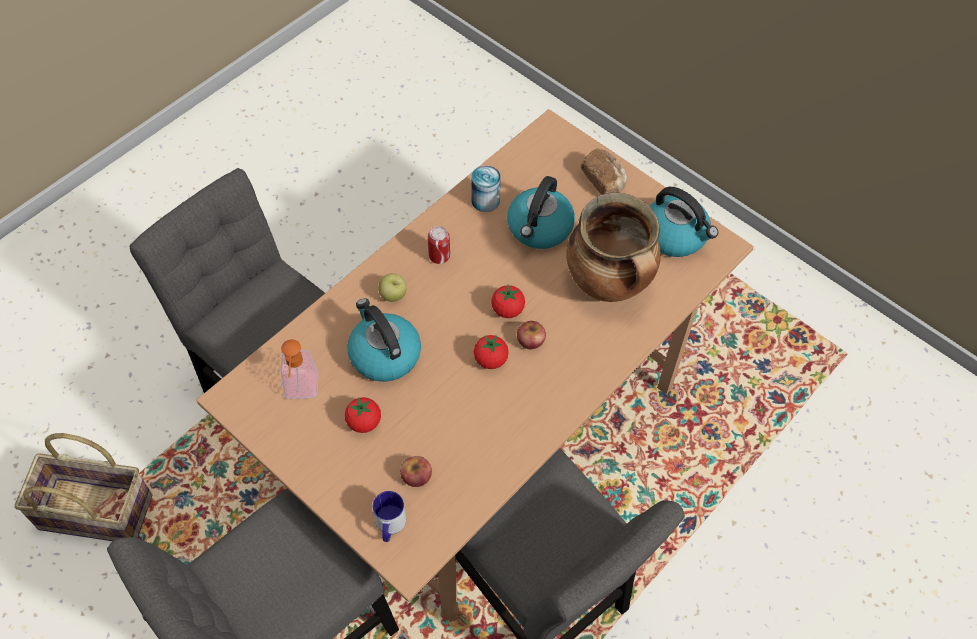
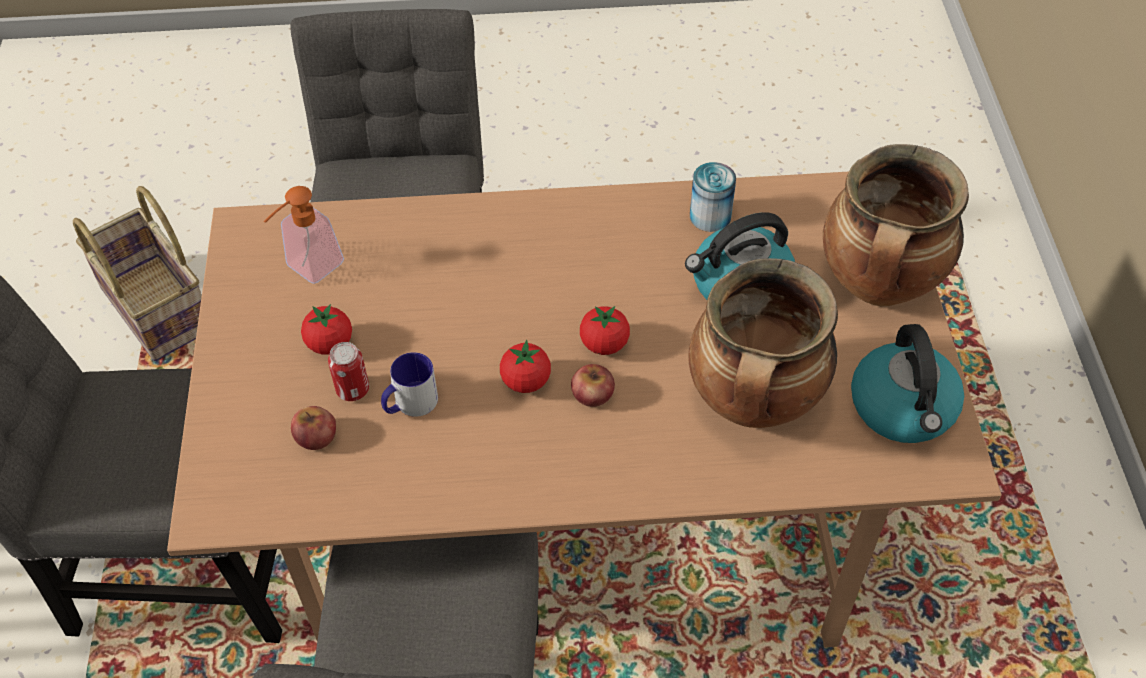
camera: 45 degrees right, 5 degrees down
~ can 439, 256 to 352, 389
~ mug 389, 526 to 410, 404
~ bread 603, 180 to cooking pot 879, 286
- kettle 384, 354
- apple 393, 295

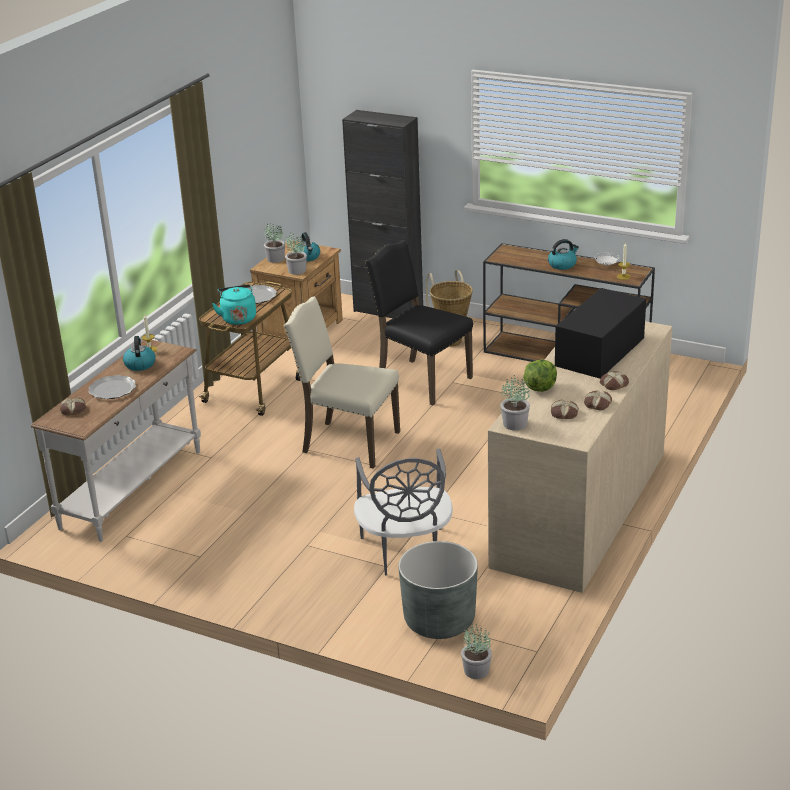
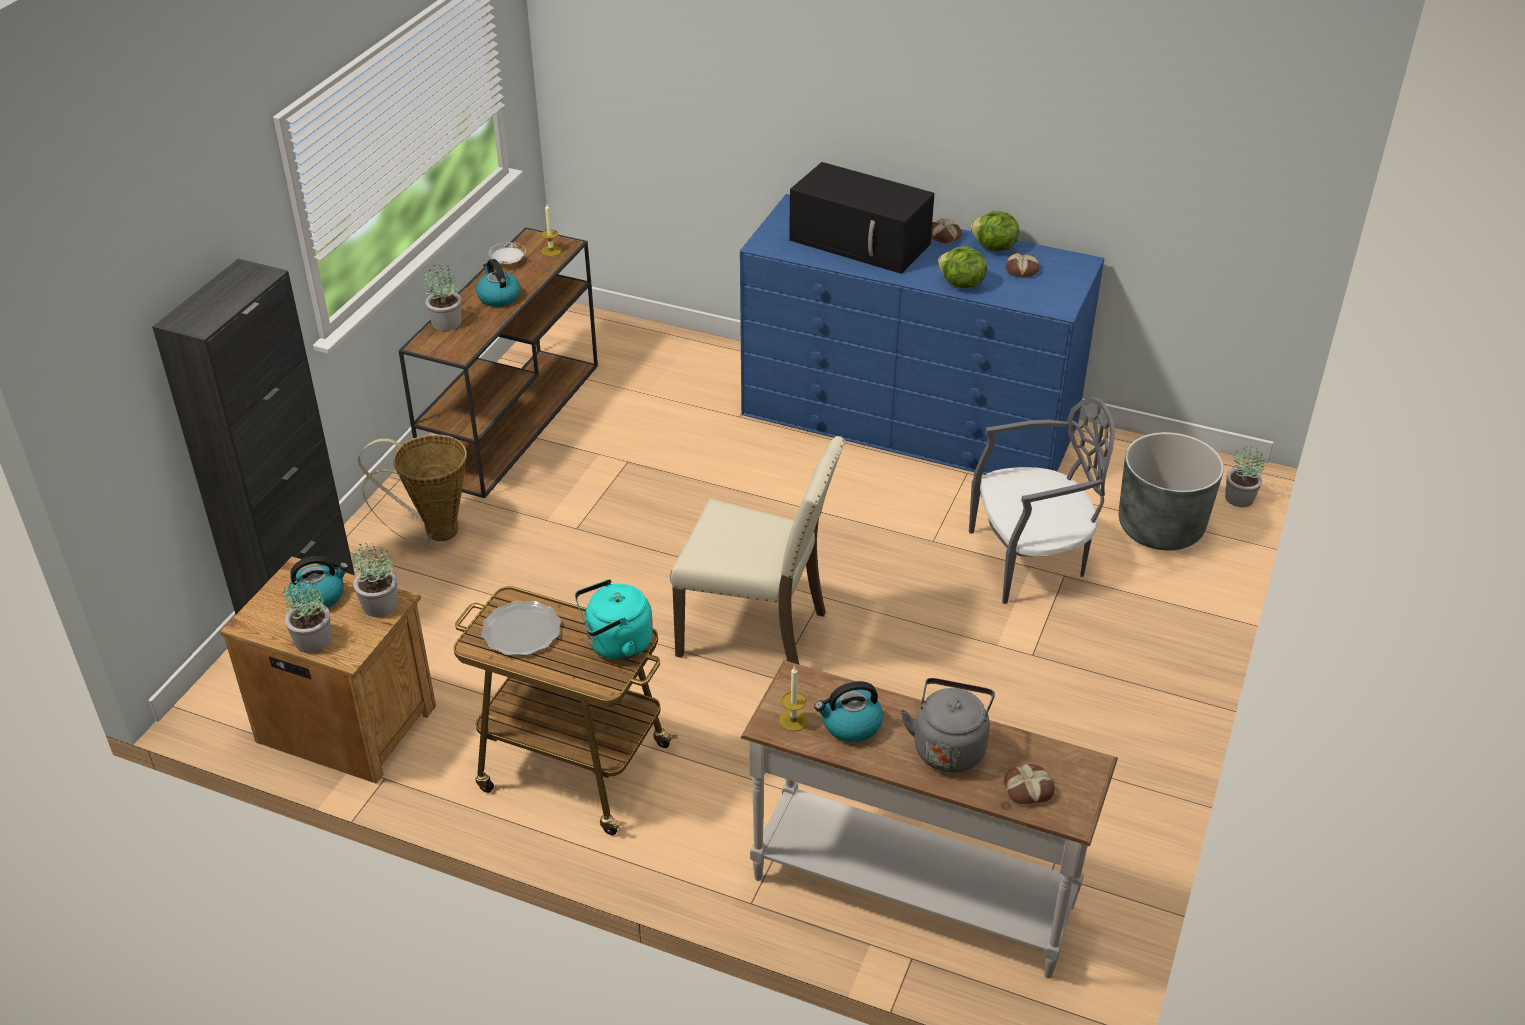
camera: 95 degrees left, 10 degrees up
~ potted plant 515, 424 to 446, 322
~ beige chair 348, 443 = 756, 632 90 degrees counterclockwise
~ beige dresser 580, 508 to blue dresser 909, 419
~ plate 112, 390 to grey kettle 949, 747
~ bread 597, 404 to lettuce 993, 248
- black chair 421, 380

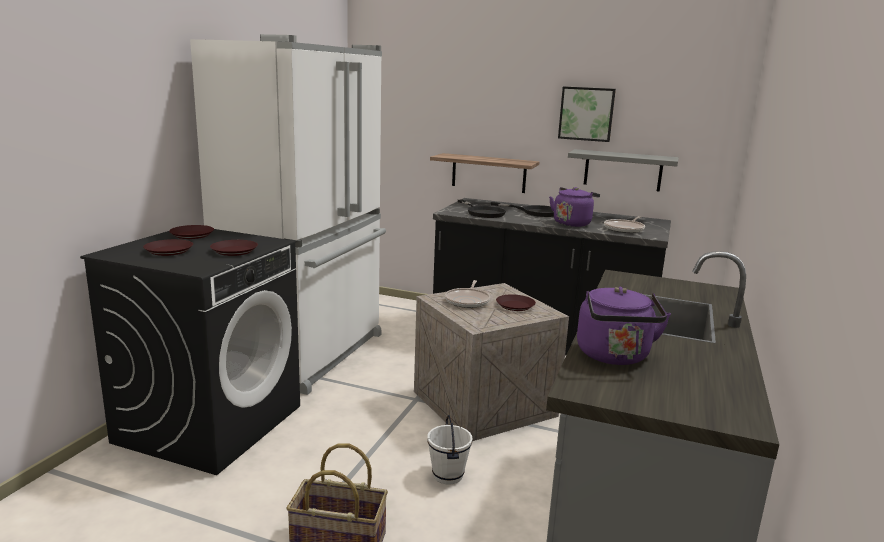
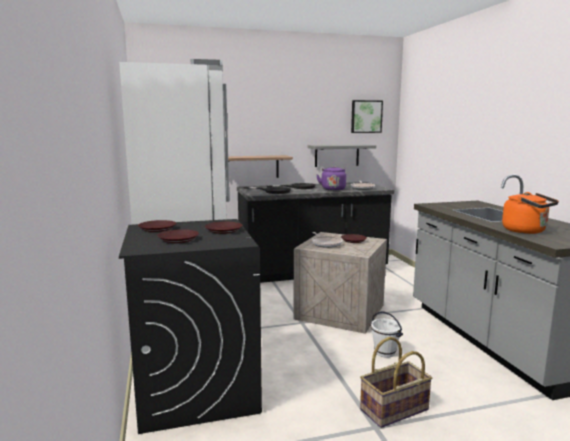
camera: 35 degrees left, 5 degrees down
~ picture 586, 114 to 366, 116
~ purple kettle 614, 357 to orange kettle 526, 231

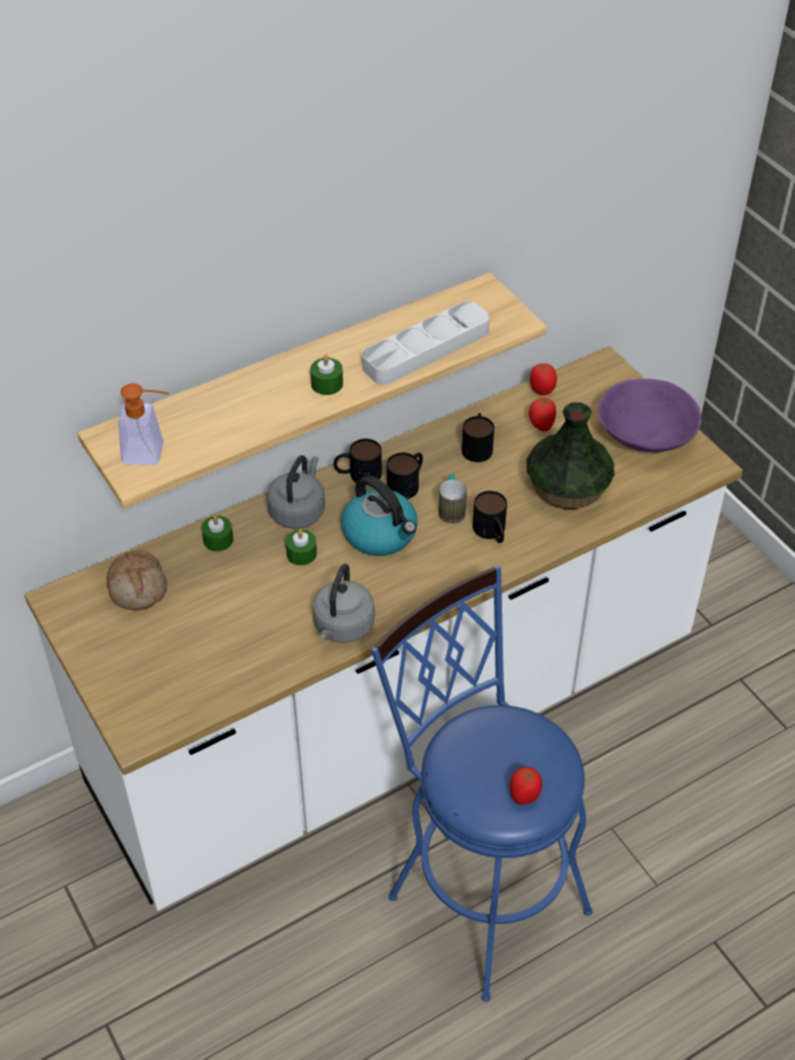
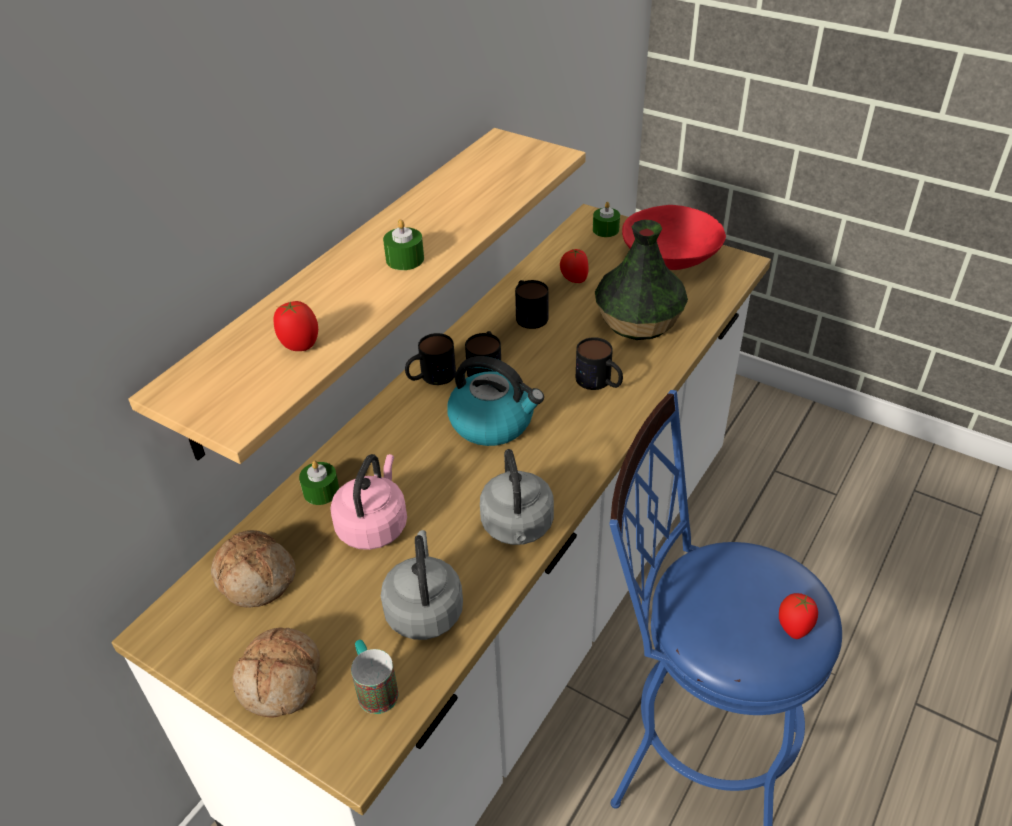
camera: 25 degrees left, 5 degrees down
+ bread 282, 680
~ tomato 541, 390 to 299, 345
+ pink kettle 374, 525
~ mug 451, 509 to 374, 688
~ grey kettle 298, 510 to 424, 609
~ green candle 301, 554 to 605, 230
~ purple bowl 645, 435 to red bowl 669, 259
- soap dispenser 151, 453
- grey tray 426, 349

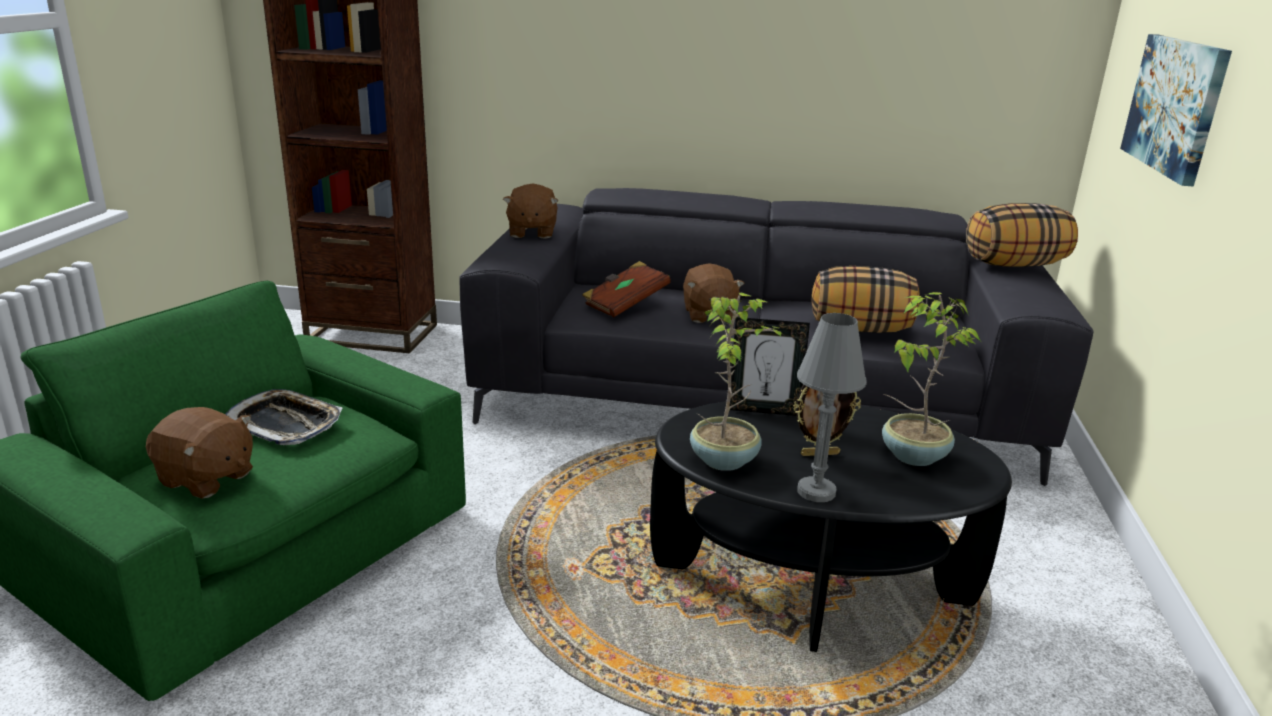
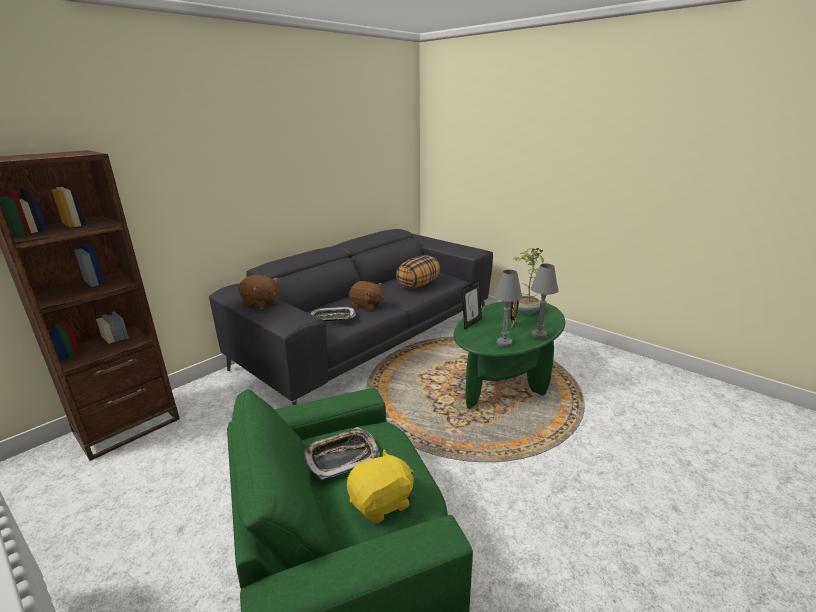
camera: 55 degrees left, 0 degrees up
~ brown book 625, 304 to tray 332, 318
~ brown plush toy 206, 479 to yellow plush toy 382, 502
~ black coffee table 811, 585 to green coffee table 506, 380
~ potted plant 725, 460 to grey table lamp 504, 343
- pillow 1014, 265
- picture 1175, 105

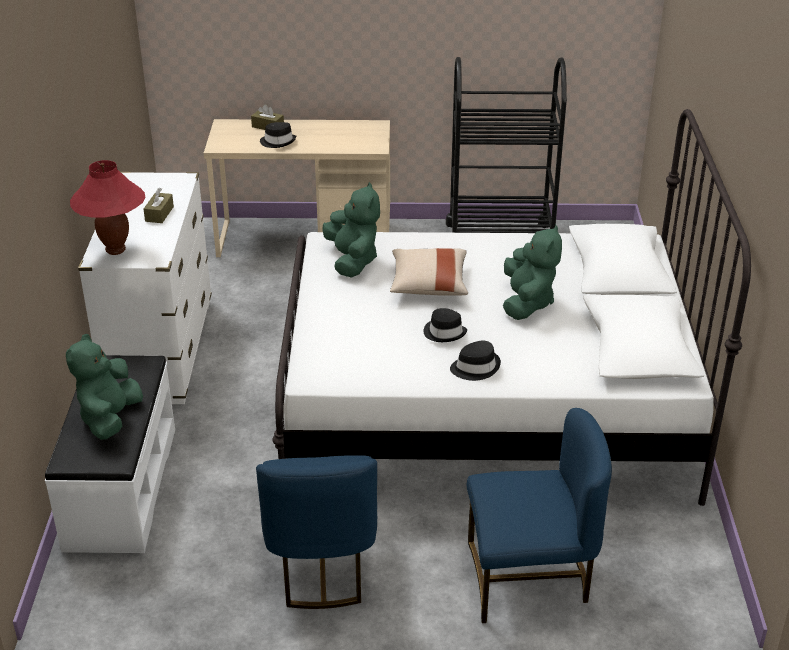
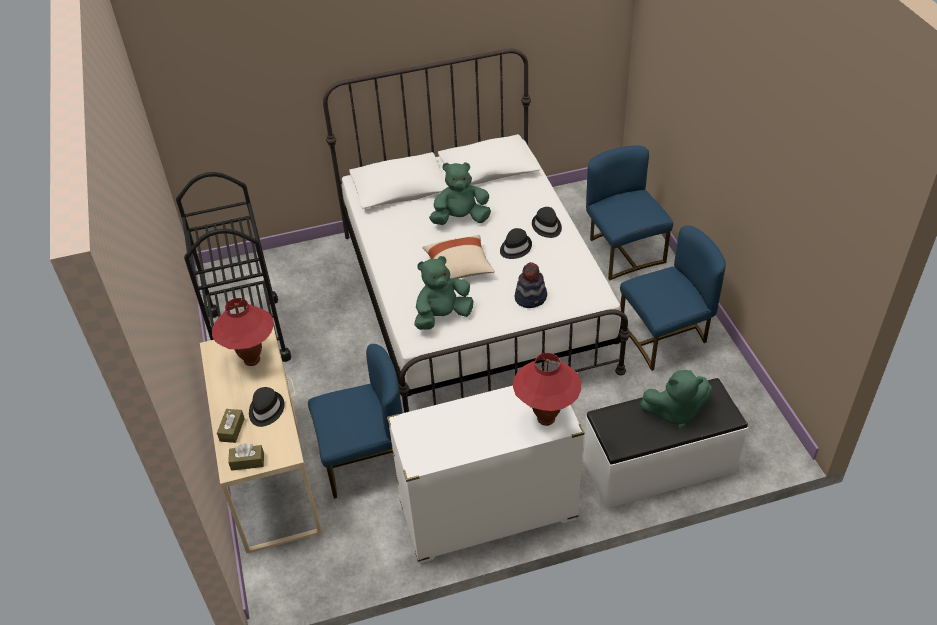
camera: 105 degrees left, 10 degrees up
+ red table lamp 252, 360
~ brown tissue box 159, 214 to 247, 462
+ blue chair 363, 459
+ hat 531, 297

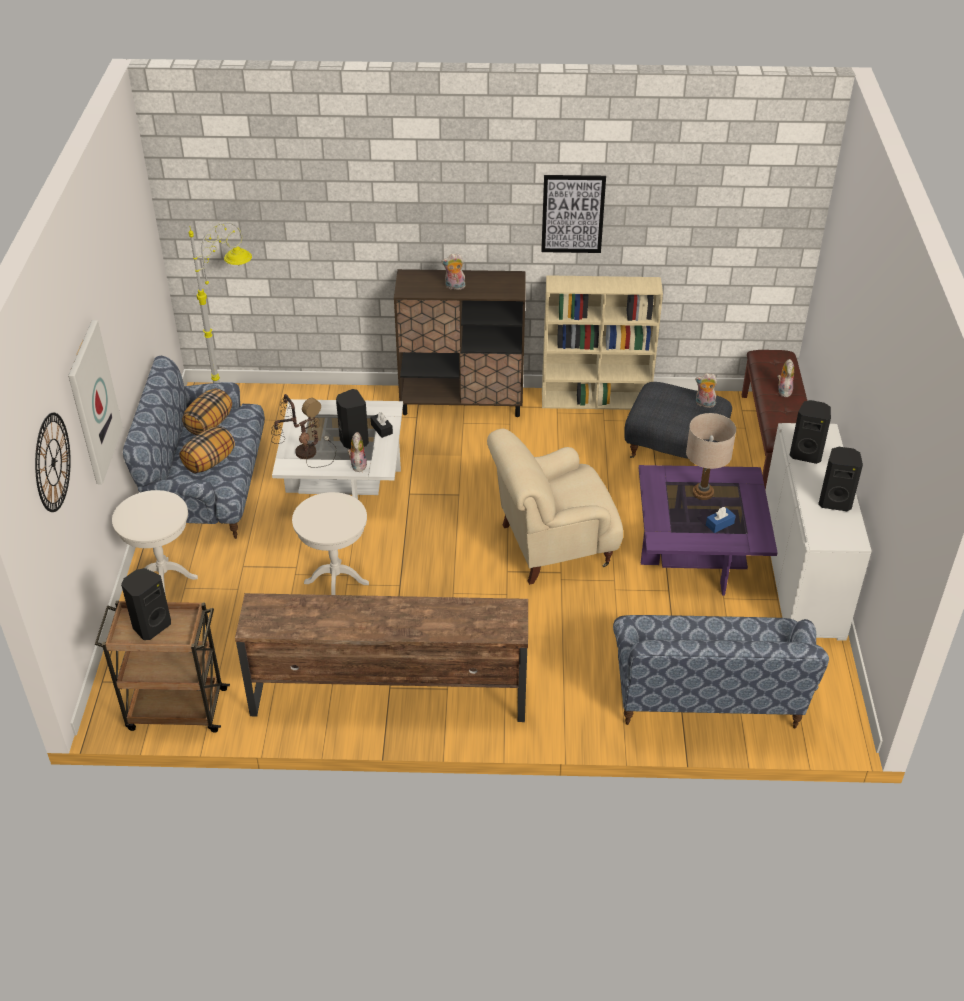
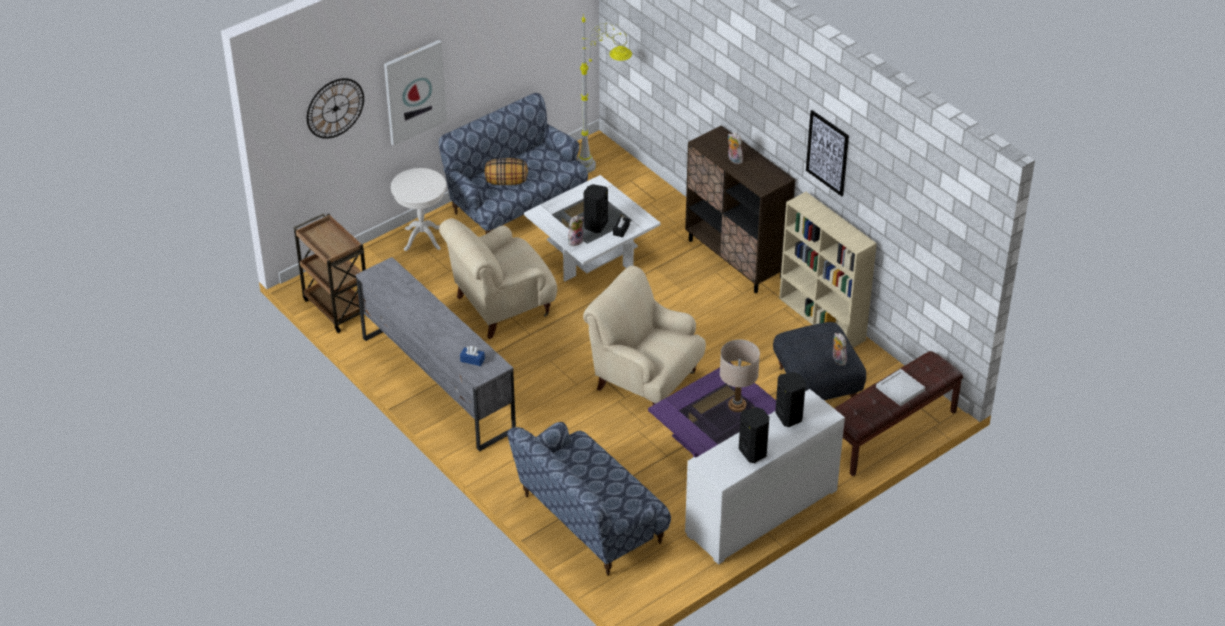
camera: 50 degrees right, 0 degrees up
~ brown tv stand 388, 695 to grey tv stand 437, 383
~ white side table 336, 583 to beige armchair 500, 307
~ blue tissue box 719, 524 to 472, 360
~ plush toy 783, 390 to white tray 900, 389
- black speaker 151, 626
- pillow 209, 424
- table lamp 304, 452

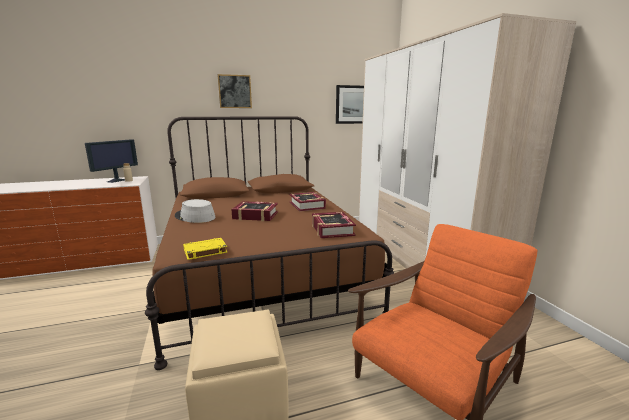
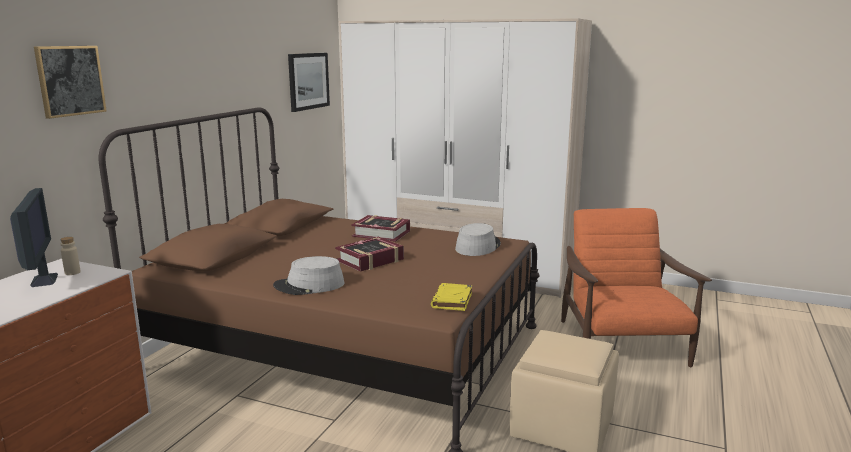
camera: 50 degrees left, 0 degrees up
~ picture 235, 91 to 70, 80
~ book 332, 229 to grey hat 477, 246

